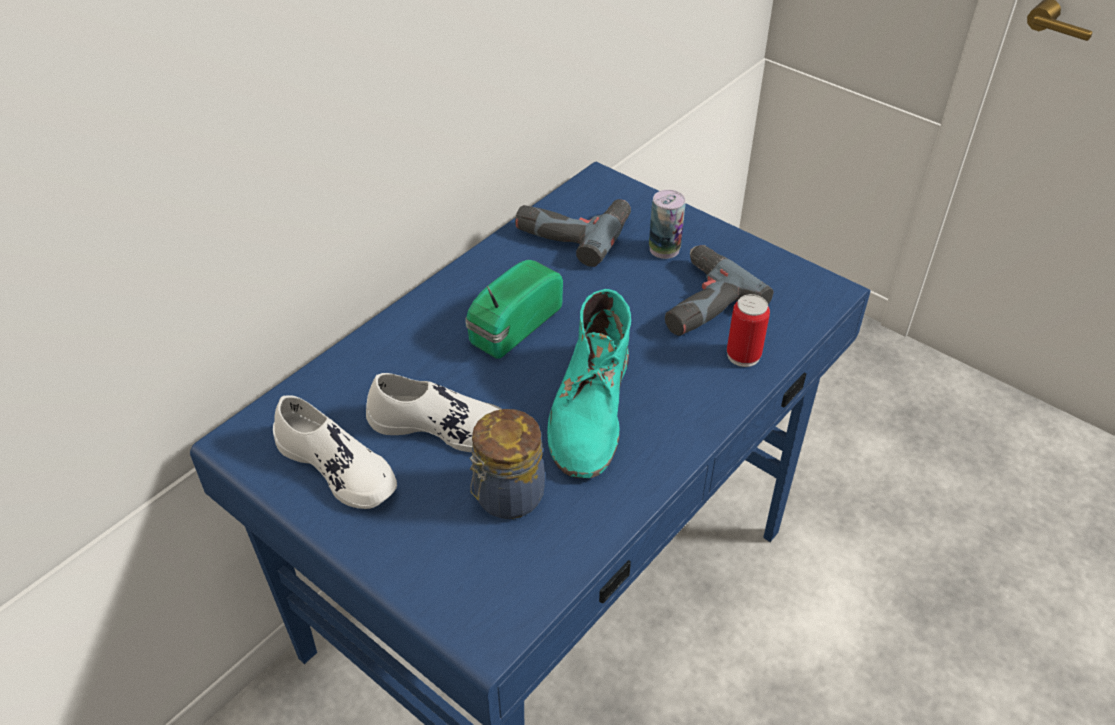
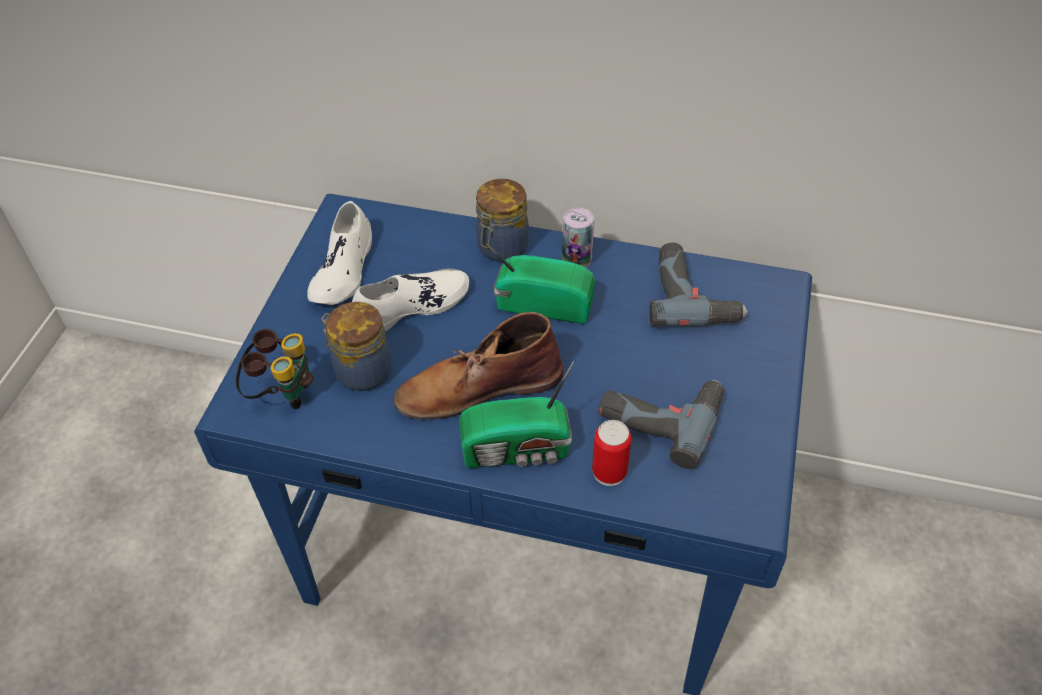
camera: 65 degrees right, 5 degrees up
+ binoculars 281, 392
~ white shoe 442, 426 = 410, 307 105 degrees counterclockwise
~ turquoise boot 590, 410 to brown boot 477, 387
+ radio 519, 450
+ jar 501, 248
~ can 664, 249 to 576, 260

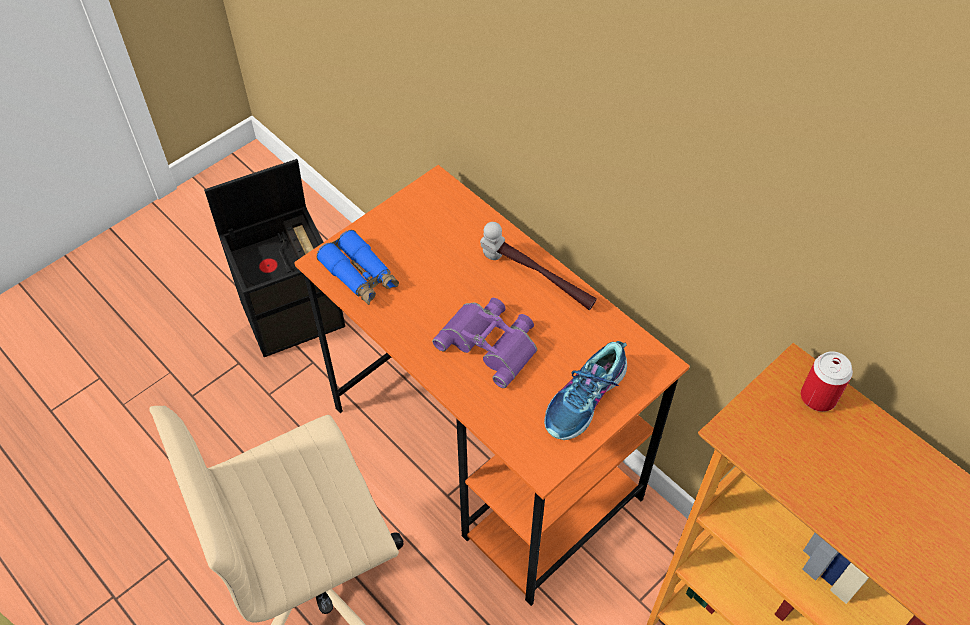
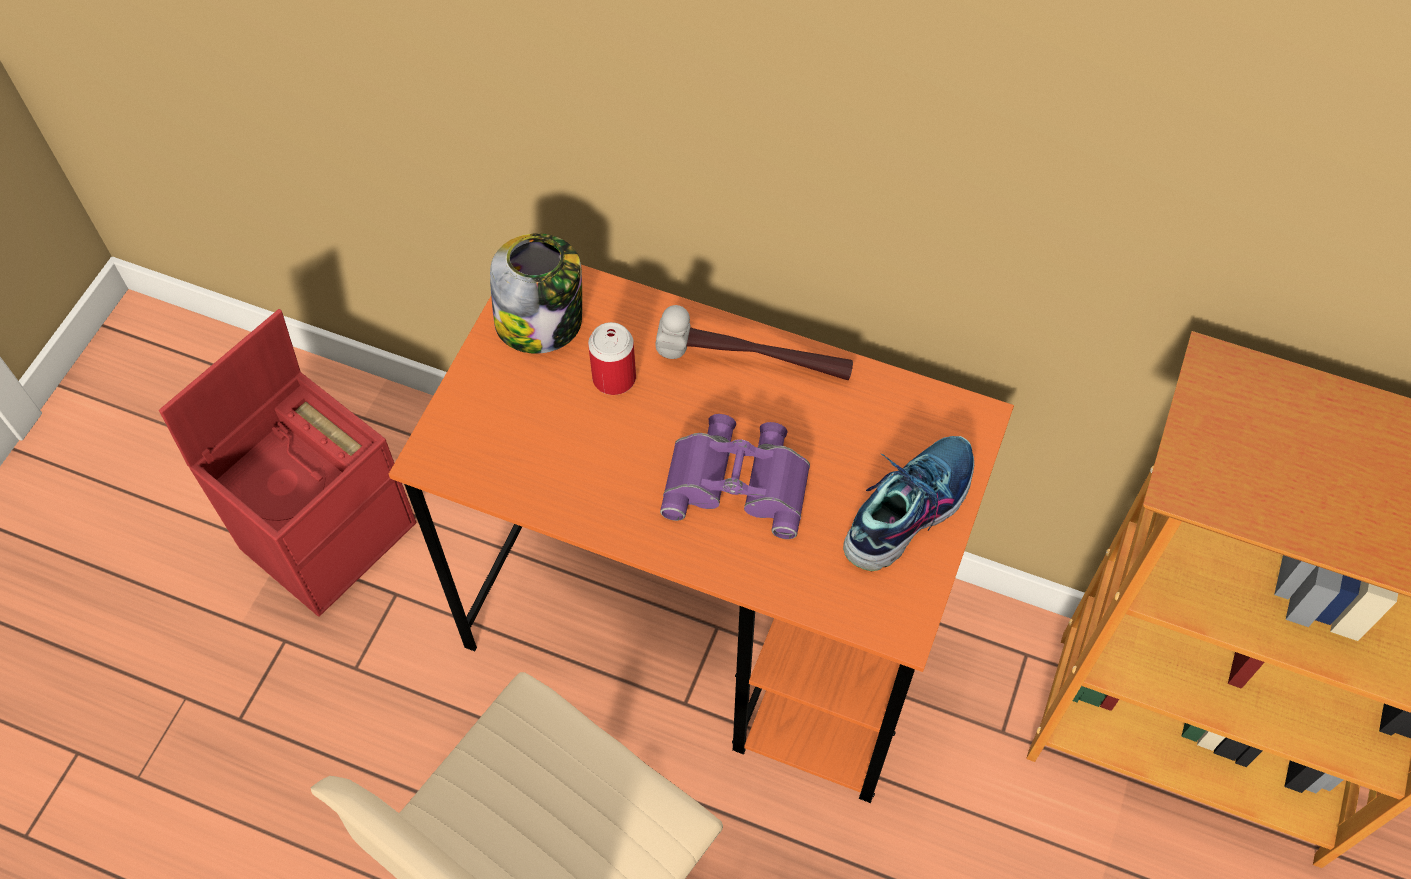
camera: 25 degrees left, 5 degrees up
~ black storage box 294, 312 to red storage box 329, 531
+ jar 541, 322
~ can 818, 397 to 614, 378
~ shoe 586, 399 = 907, 508 150 degrees counterclockwise
- blue binoculars 360, 275

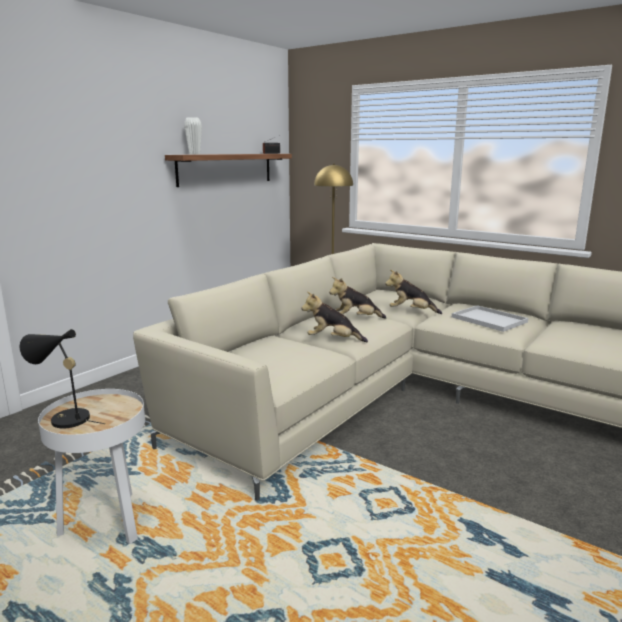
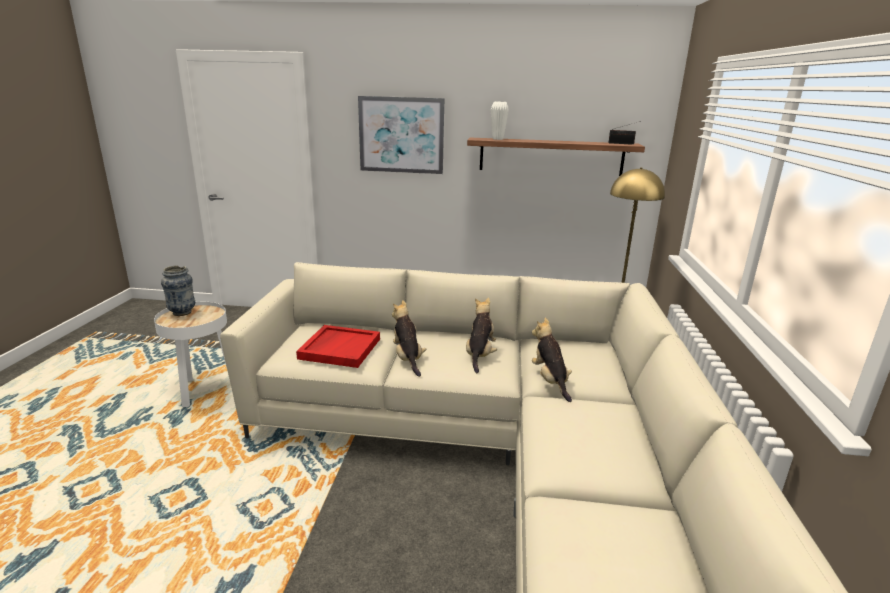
camera: 60 degrees right, 5 degrees up
~ black table lamp 65, 419 to vase 182, 312
+ red tray 339, 348
+ picture 401, 135
~ plush toy 355, 319 = 480, 355 45 degrees clockwise
- white tray 487, 319

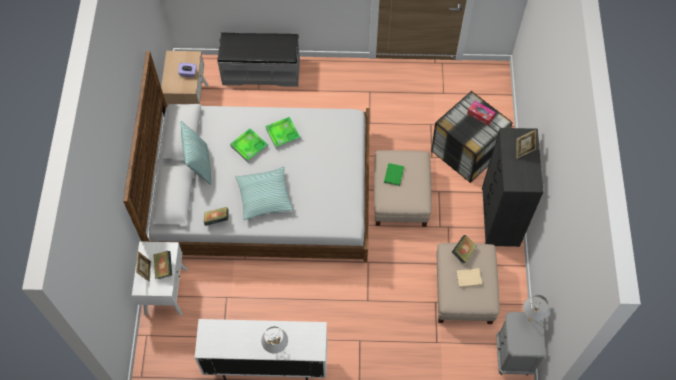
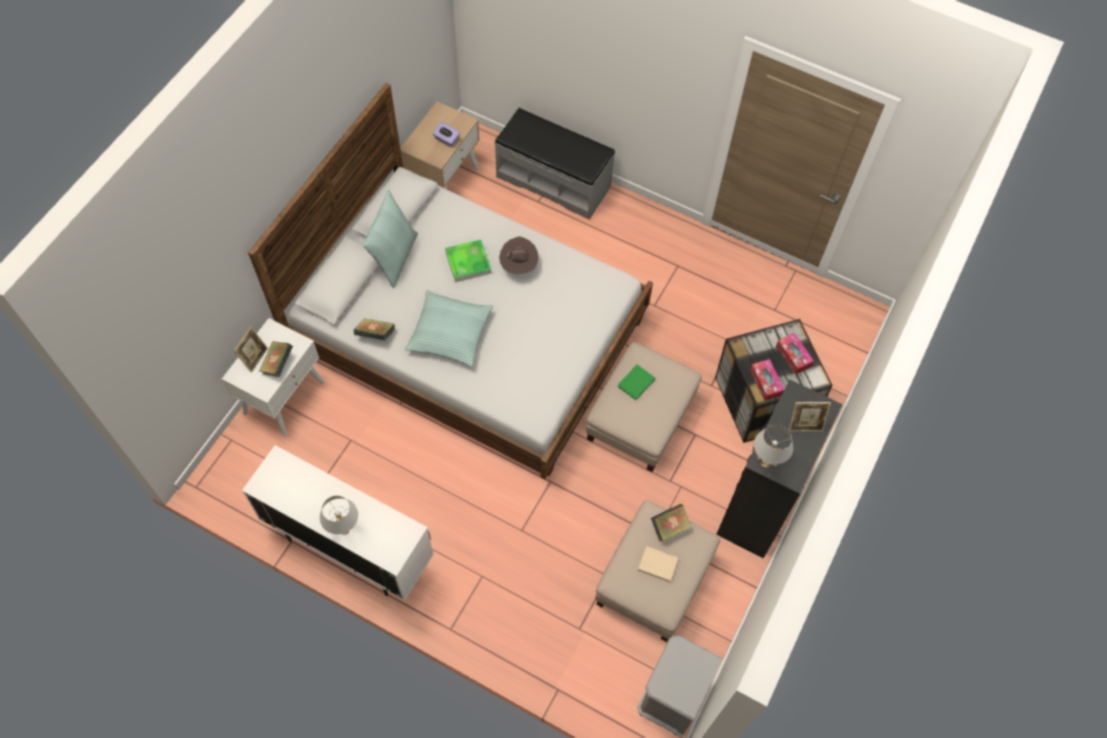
camera: 25 degrees right, 0 degrees up
~ tray 283, 134 to brown hat 519, 265
+ tissue box 765, 382
~ white table lamp 530, 318 to 765, 463

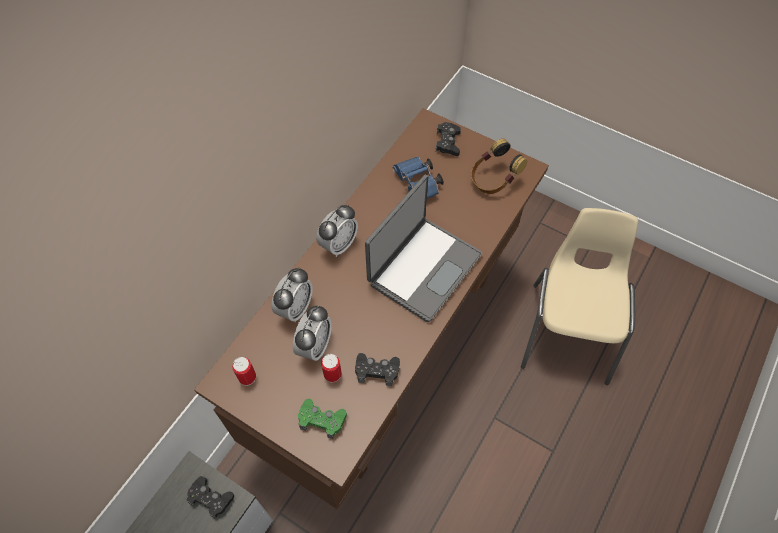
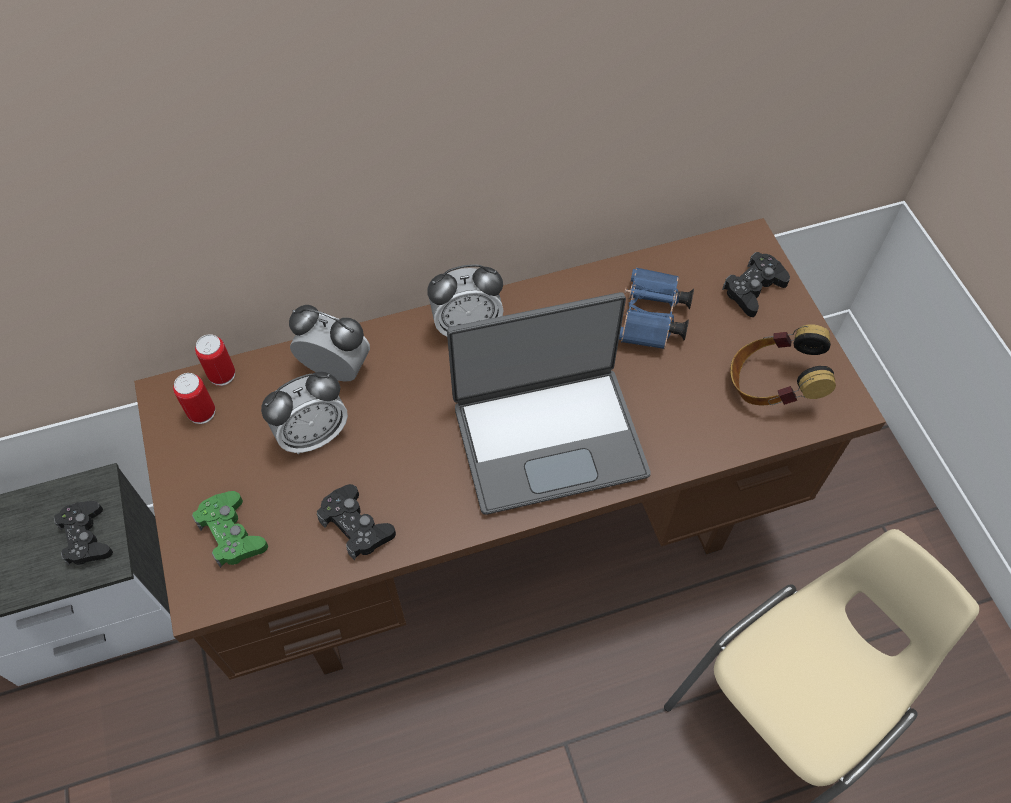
camera: 40 degrees right, 0 degrees up
~ can 332, 374 to 222, 374
~ alarm clock 295, 308 = 336, 369 135 degrees counterclockwise

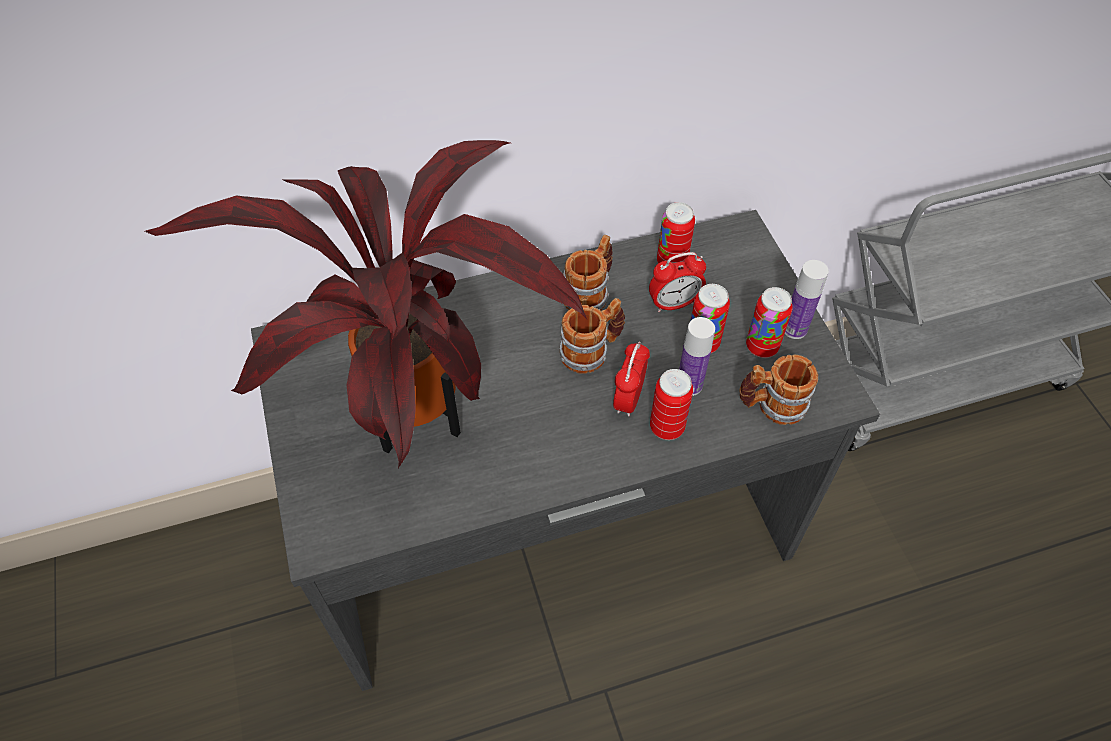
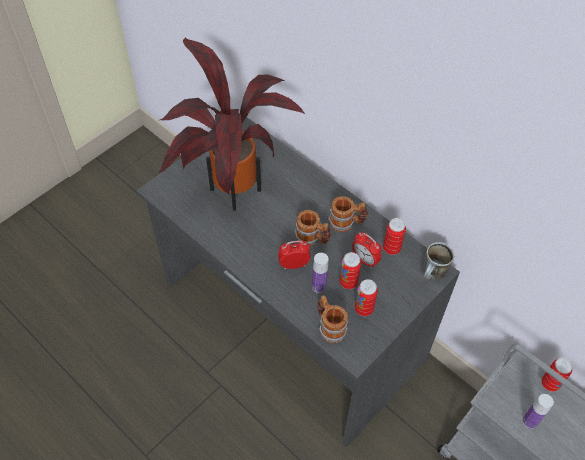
camera: 60 degrees right, 0 degrees up
+ mug 433, 275
~ bottle 794, 329 to 530, 421
~ can 667, 427 to 550, 383

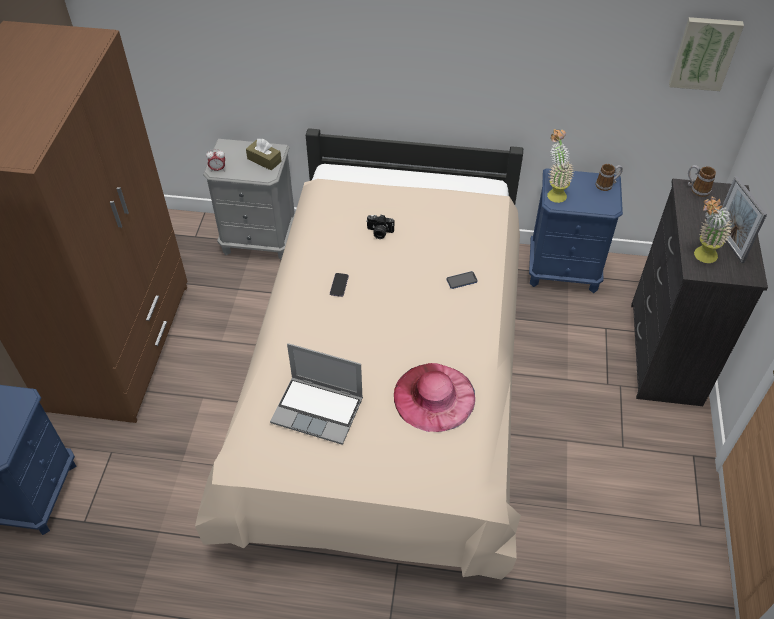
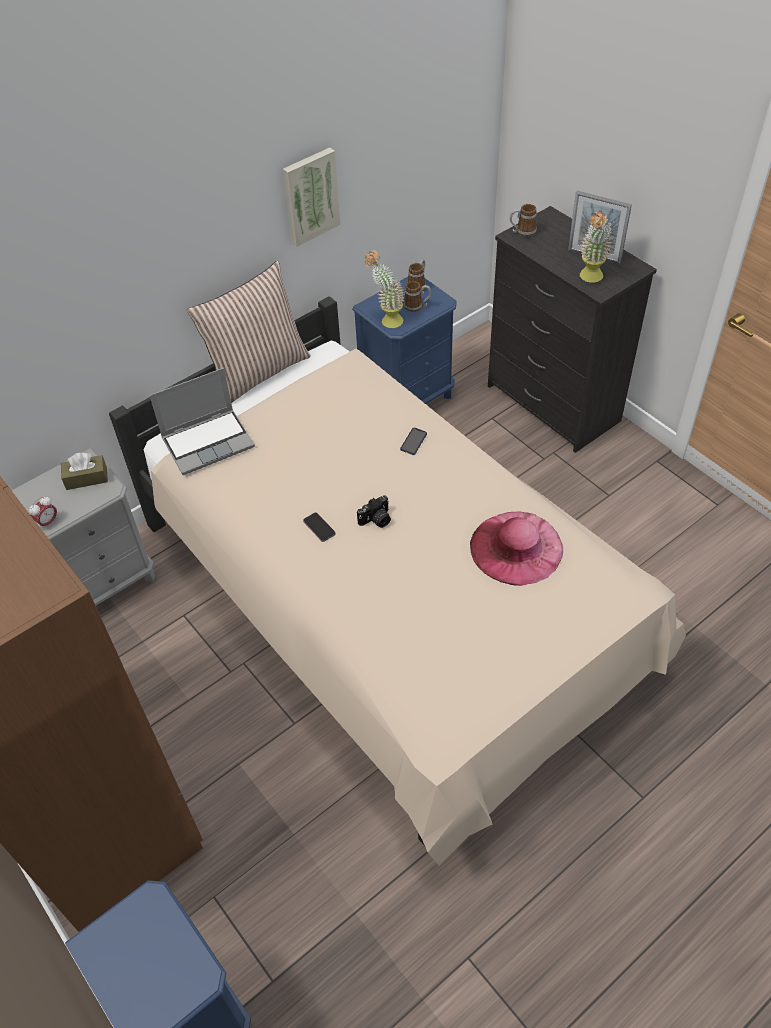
camera: 45 degrees left, 0 degrees up
~ laptop 319, 410 to 209, 442
+ pillow 258, 371
~ picture 704, 53 to 310, 196
~ photo camera 379, 232 to 376, 520
+ mug 417, 306

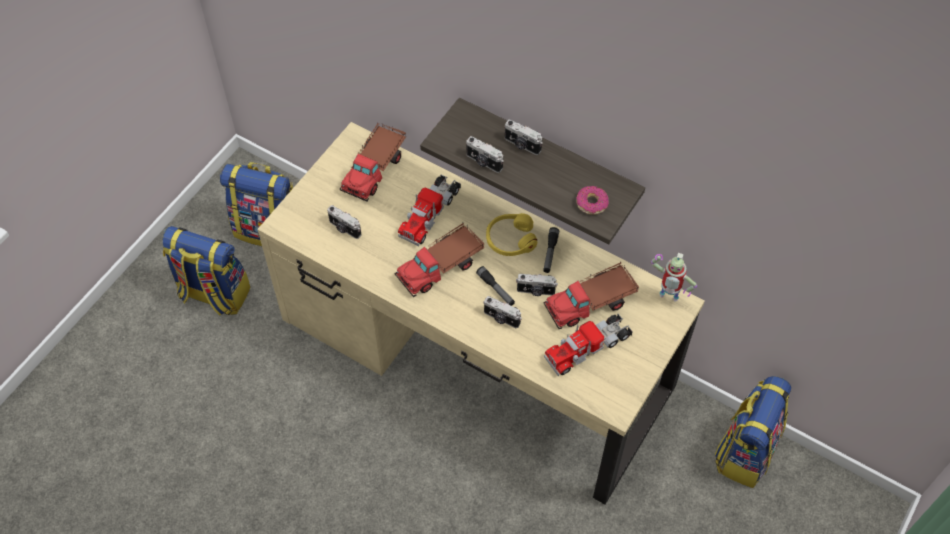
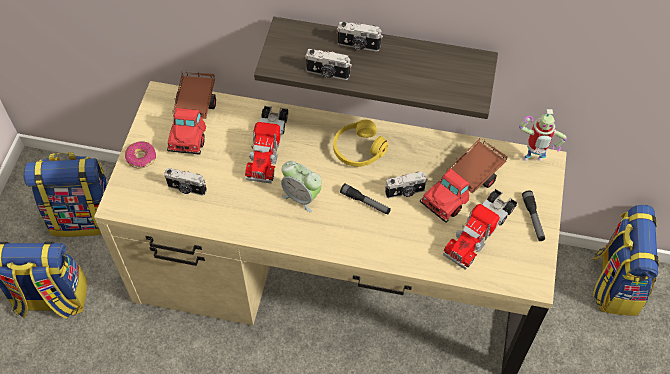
camera: 20 degrees left, 0 degrees up
~ donut 591, 203 to 141, 158
~ toy truck 441, 266 to alarm clock 301, 197
~ flashlight 550, 253 to 533, 218
- photo camera 501, 318

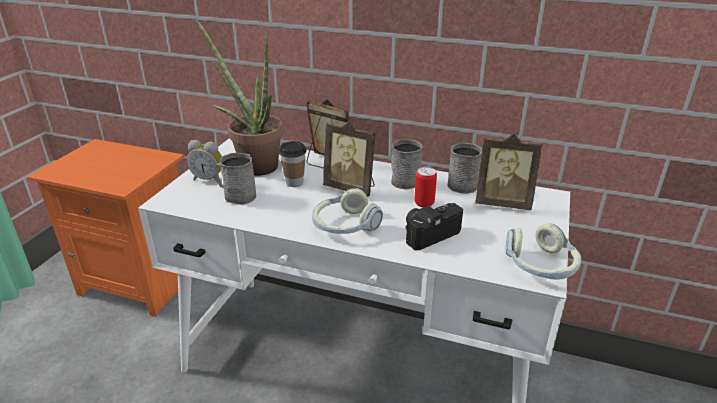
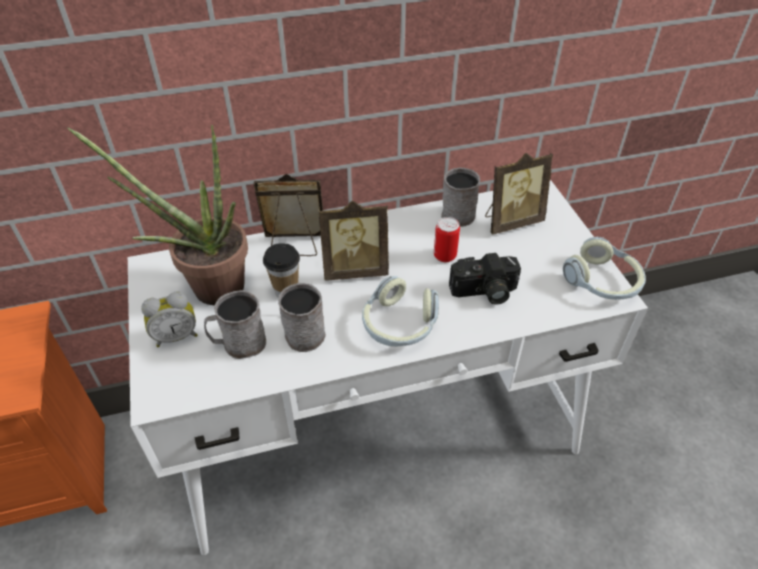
camera: 35 degrees left, 15 degrees up
~ grey mug 406, 179 to 303, 331
~ photo camera 429, 233 = 484, 292 120 degrees counterclockwise

